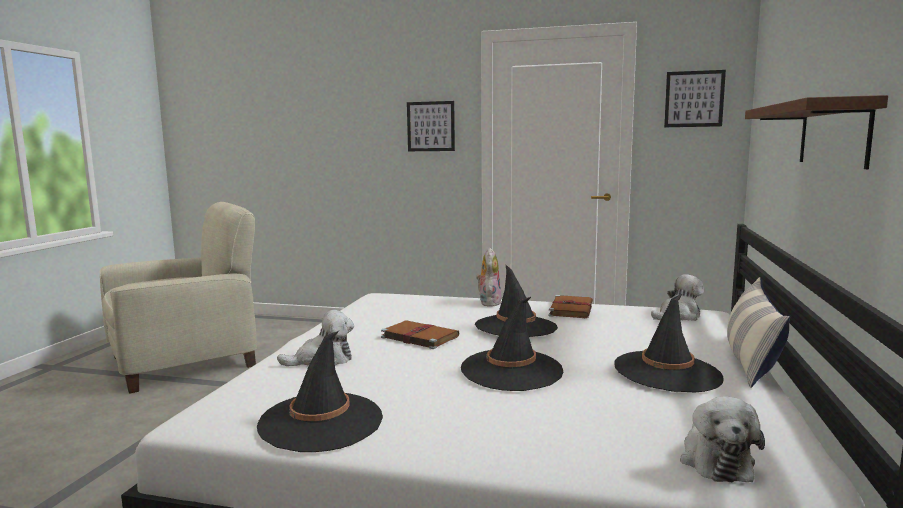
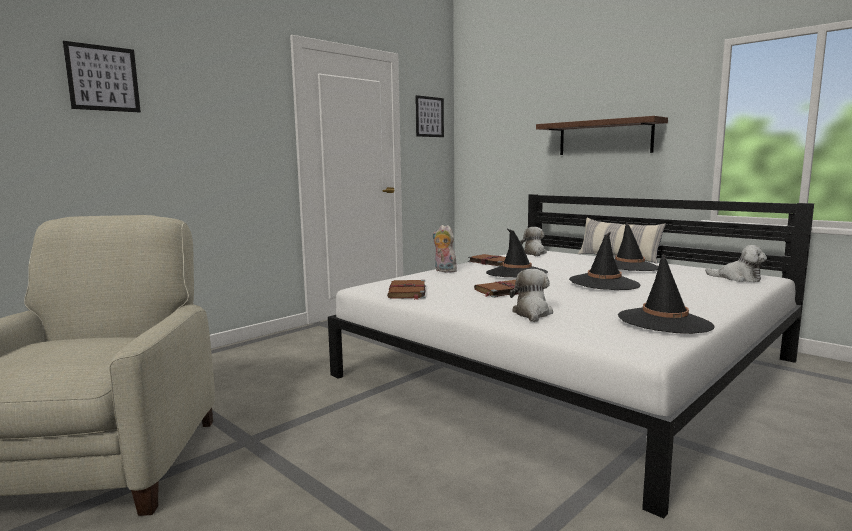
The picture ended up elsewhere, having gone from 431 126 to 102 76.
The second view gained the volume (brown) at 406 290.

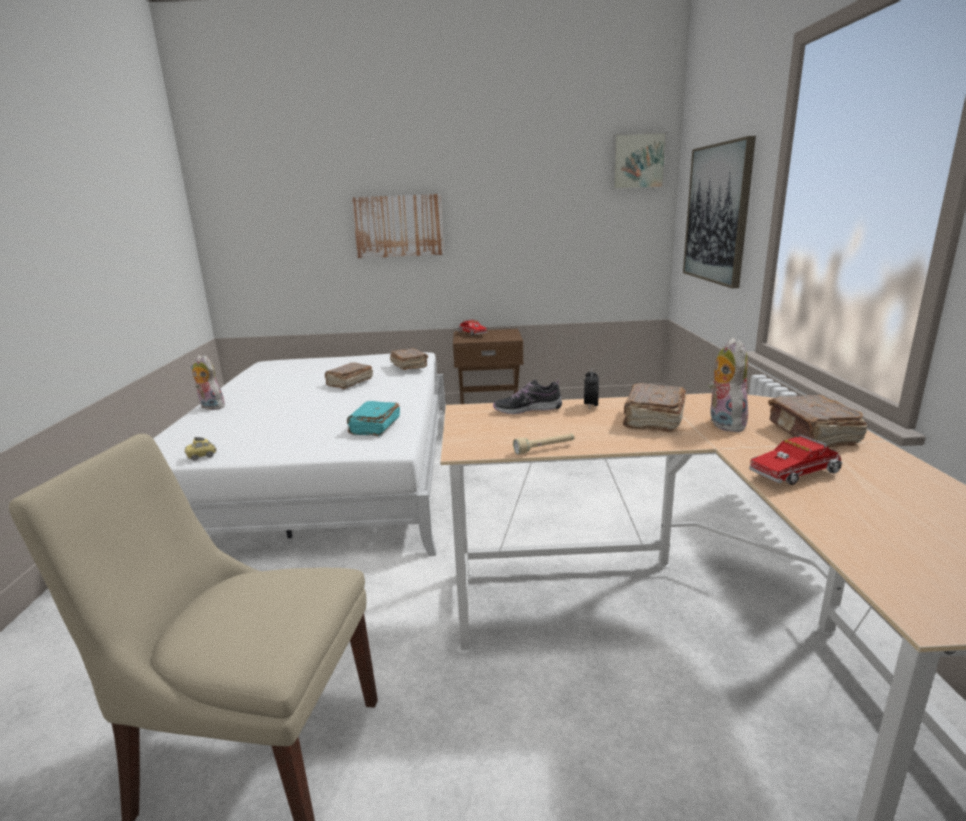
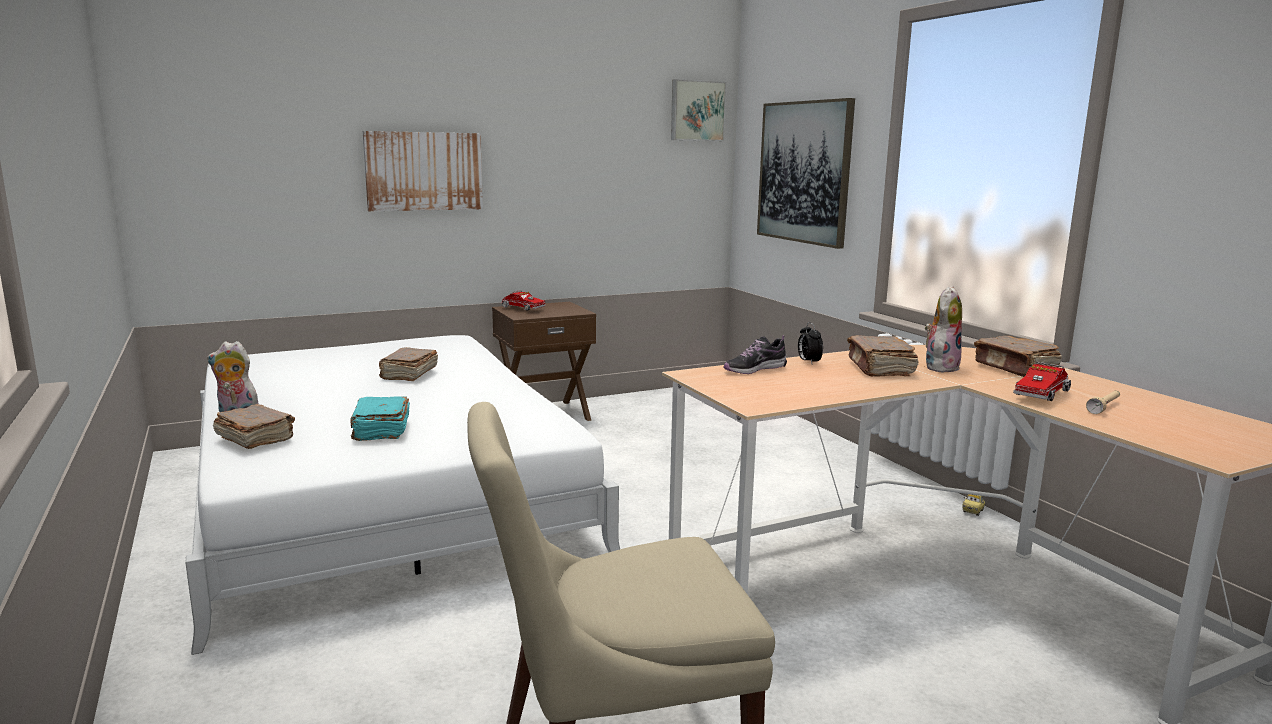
The plush toy at 728 385 ended up facing another way, 60 degrees clockwise from before.
The volume (brown) ended up elsewhere, having gone from 409 359 to 254 426.
The volume (turquoise-coloured) ended up elsewhere, having gone from 373 418 to 380 418.
The torch (sand-coloured) ended up elsewhere, having gone from 544 444 to 1103 402.
The model car ended up elsewhere, having gone from 200 449 to 973 505.

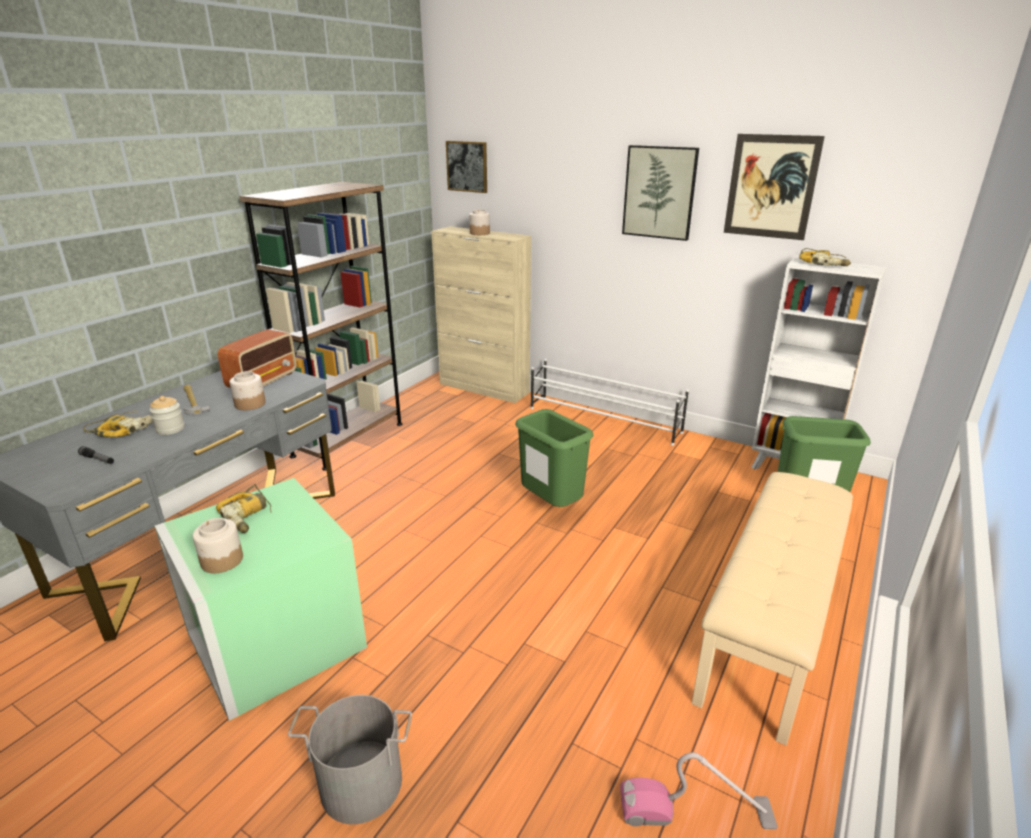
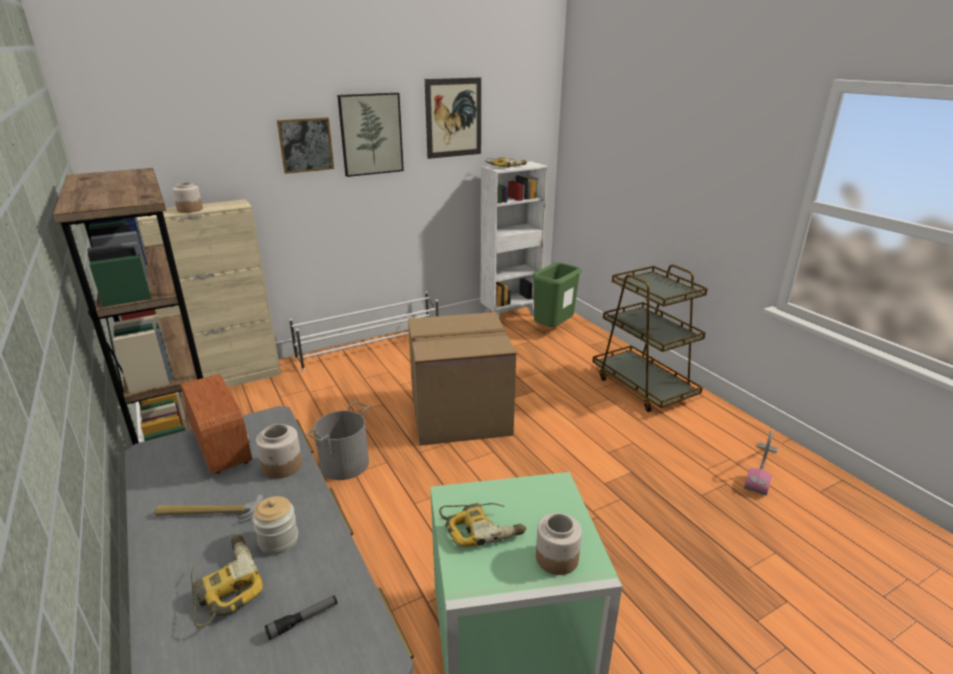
The picture ended up elsewhere, having gone from 466 167 to 305 145.
Where the waste bin (greenish) stood at 554 458, the packing box came to stand at 462 379.
Where the indoor bench (sand-coloured) stood at 772 609, the trolley (brown) came to stand at 650 338.
The bucket (greyish) ended up elsewhere, having gone from 350 759 to 337 440.

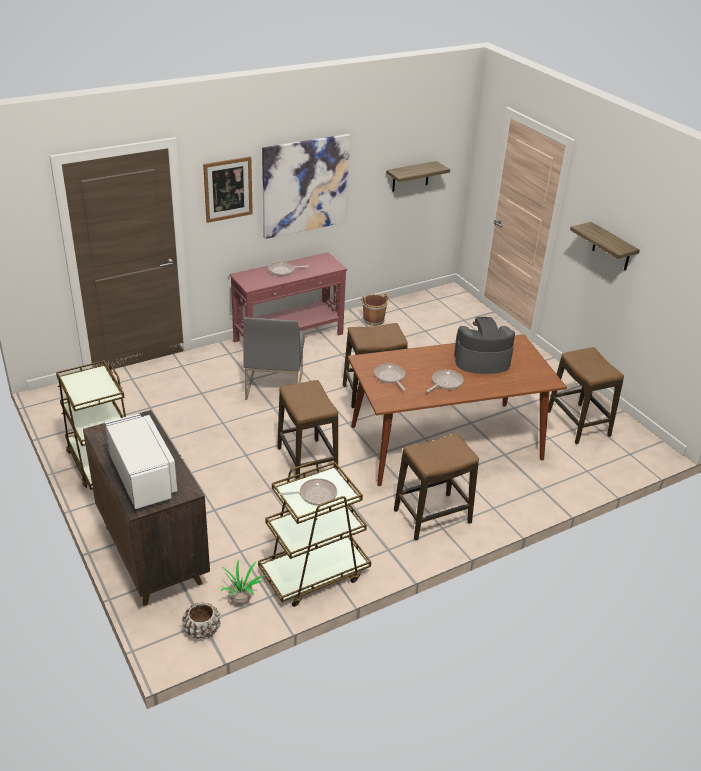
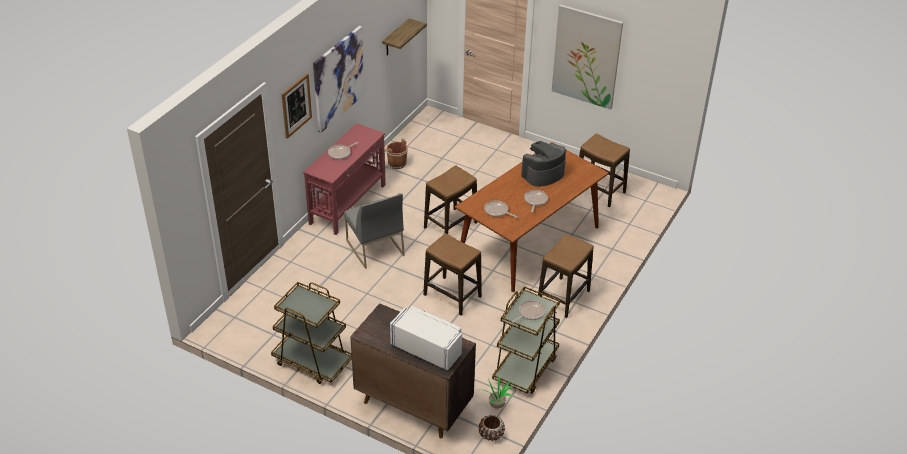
Where the wall shelf hung at 605 246, the picture came to hang at 587 57.

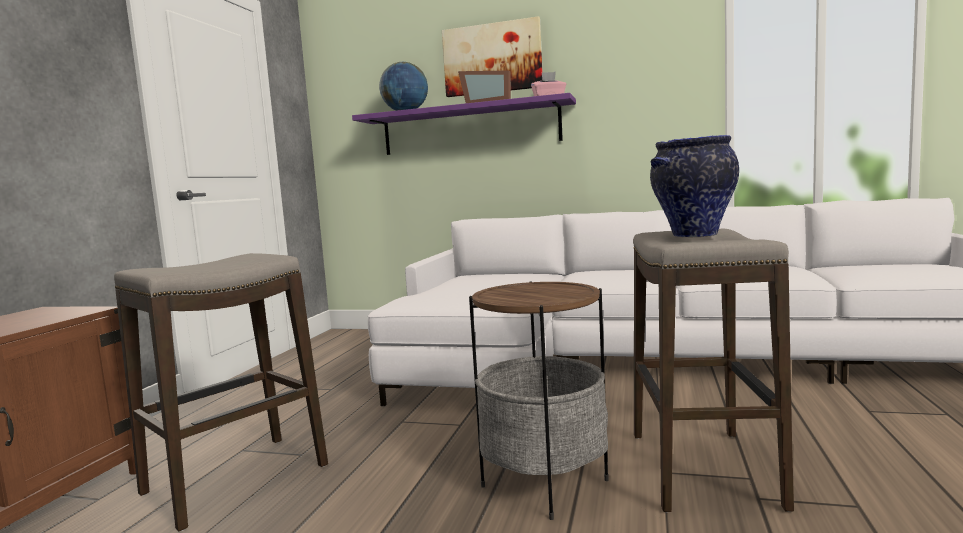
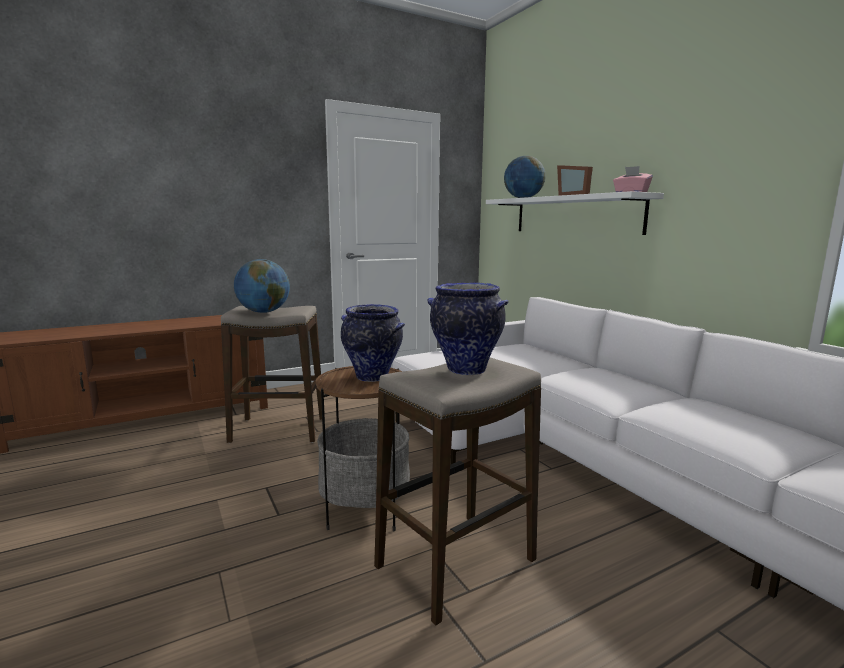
The second view lost the picture at 492 56.
What was the wall shelf (purple) at 464 124 turned into the wall shelf (white) at 575 213.
The second view gained the world globe at 262 286.
The second view gained the decorative vase at 373 343.

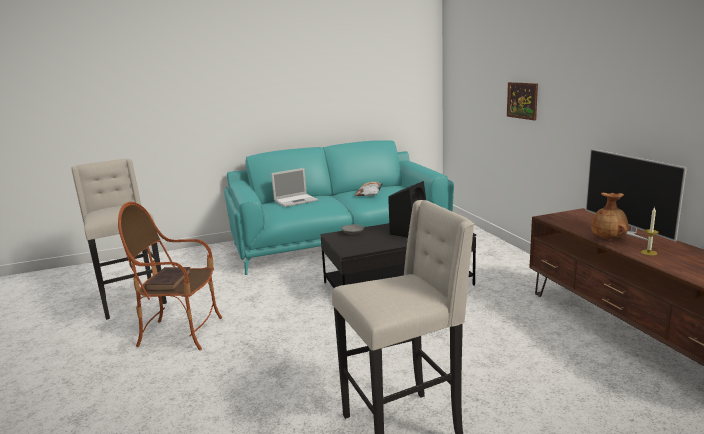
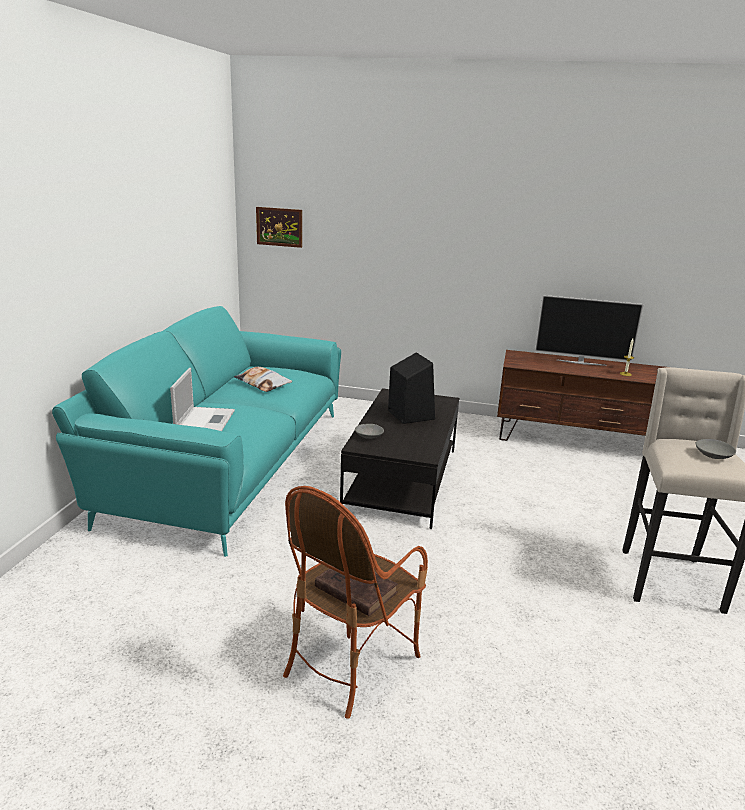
The picture ended up elsewhere, having gone from 522 101 to 279 227.
The second view lost the sitting stool (sand-coloured) at 119 239.
The second view lost the decorative vase (brown) at 609 216.
The second view gained the bowl (greyish) at 716 449.

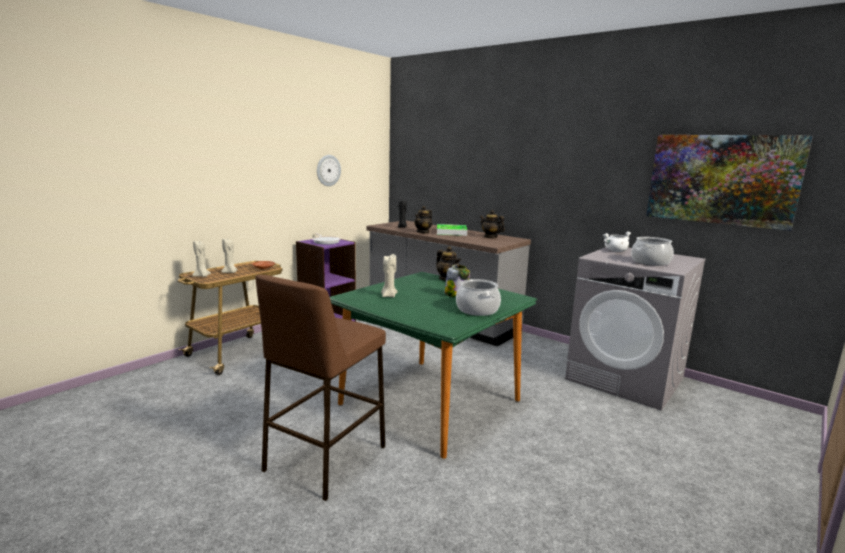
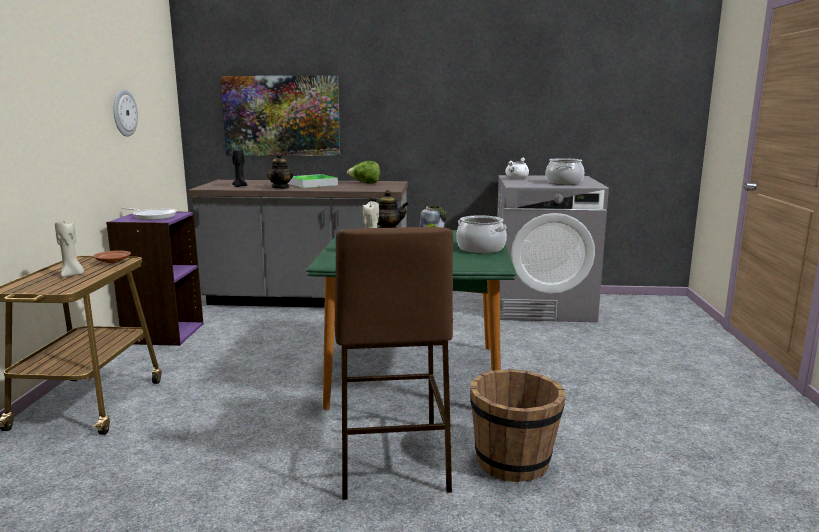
The picture ended up elsewhere, having gone from 729 183 to 280 116.
Where the pot for tea stood at 492 224, the lettuce head came to stand at 363 172.
The second view lost the wax candle (sand-coloured) at 201 259.
The second view gained the bucket (brown) at 518 425.

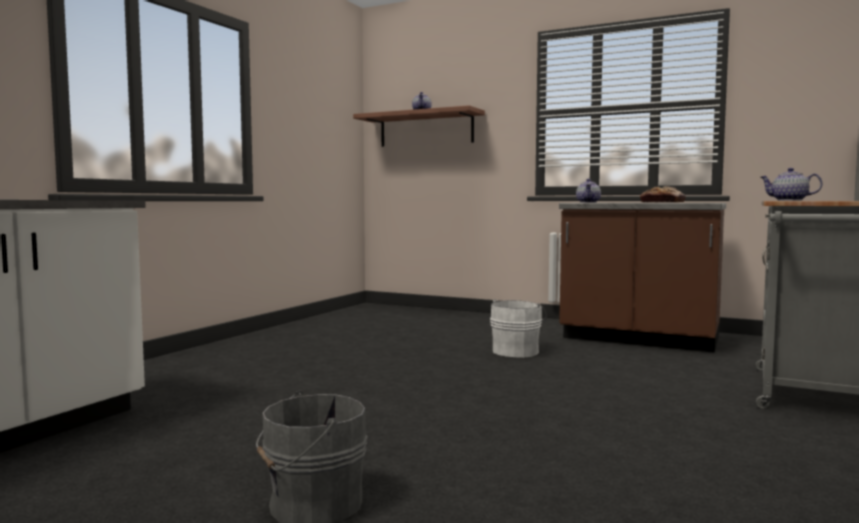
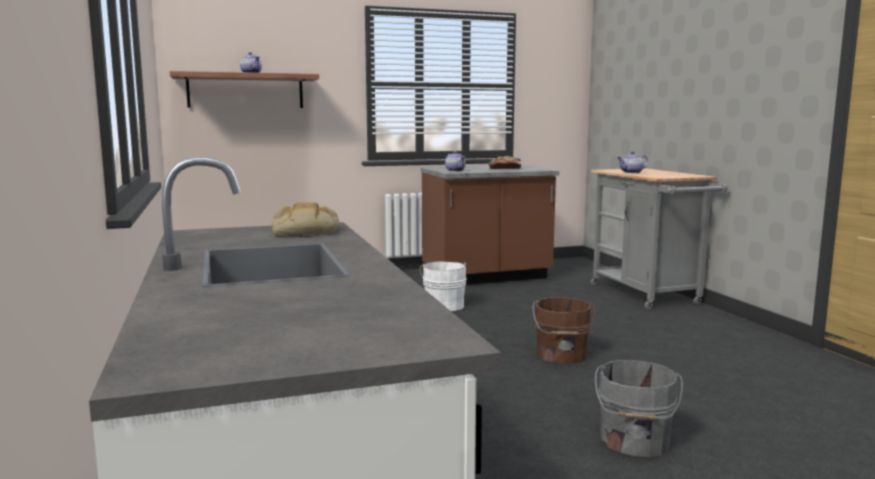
The second view gained the bakery bread at 305 218.
The second view gained the bucket (brown) at 564 330.

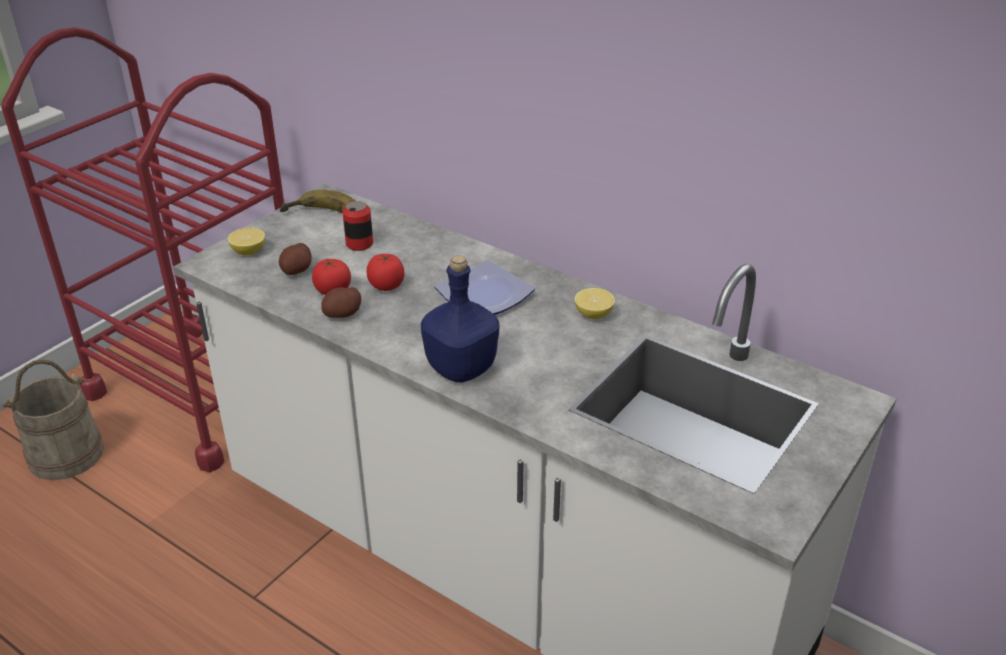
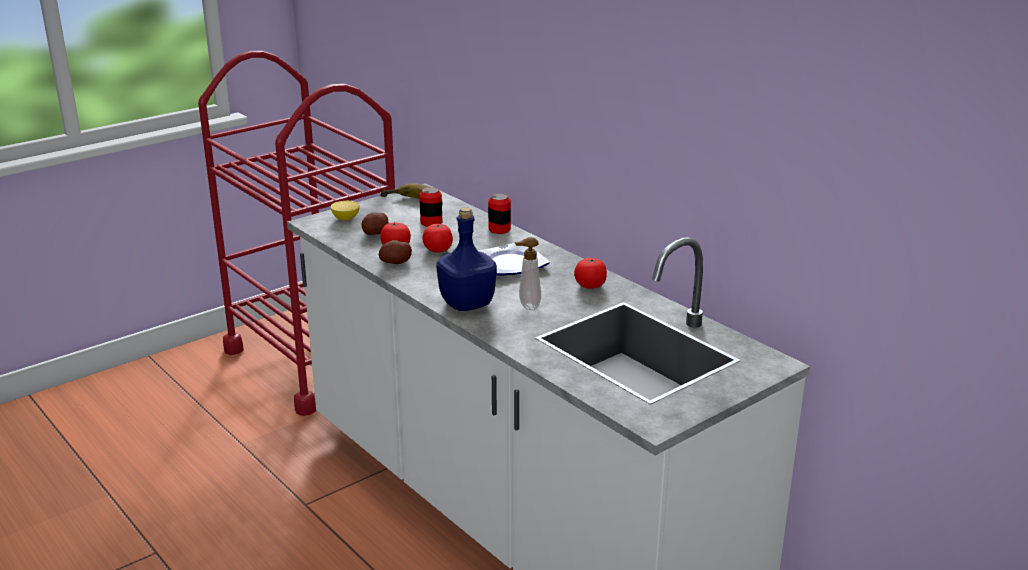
Where the citrus fruit stood at 595 303, the fresh tomato came to stand at 590 273.
The second view lost the bucket (sand-coloured) at 53 420.
The second view gained the sealed can at 499 214.
The second view gained the soap dispenser at 527 274.

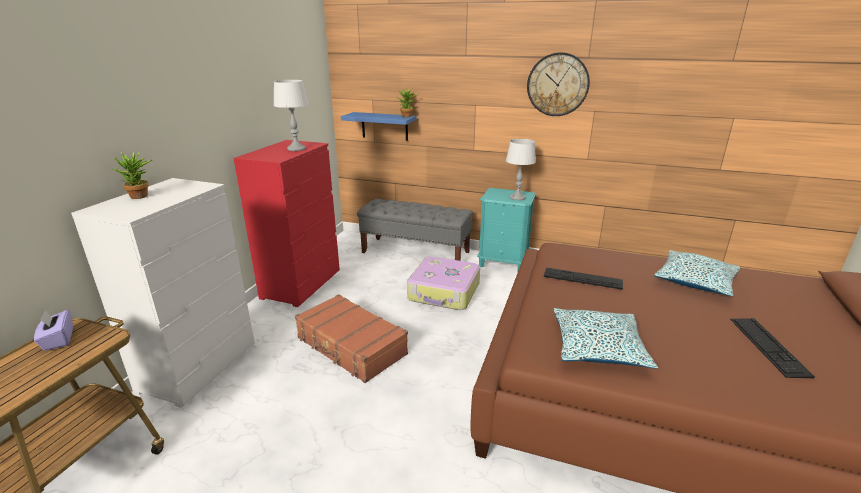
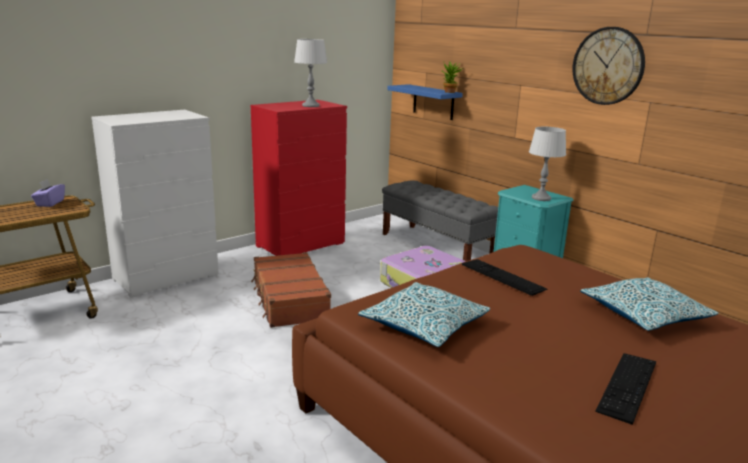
The second view lost the potted plant at 132 175.

